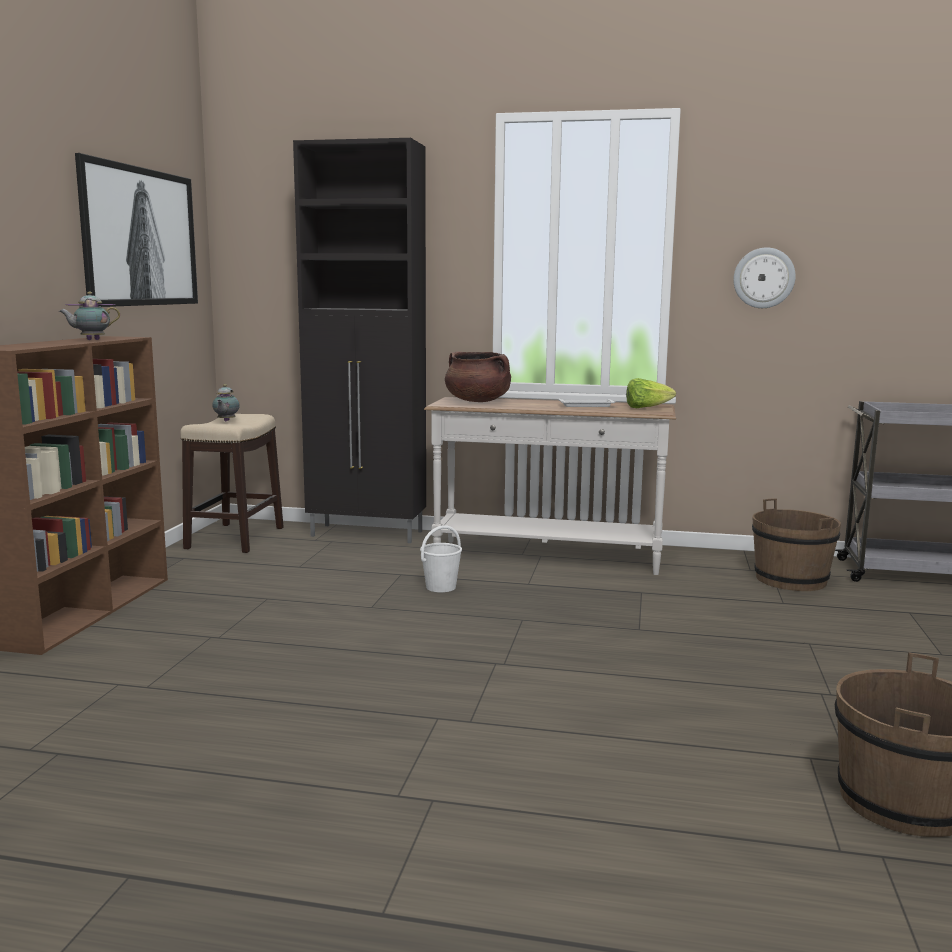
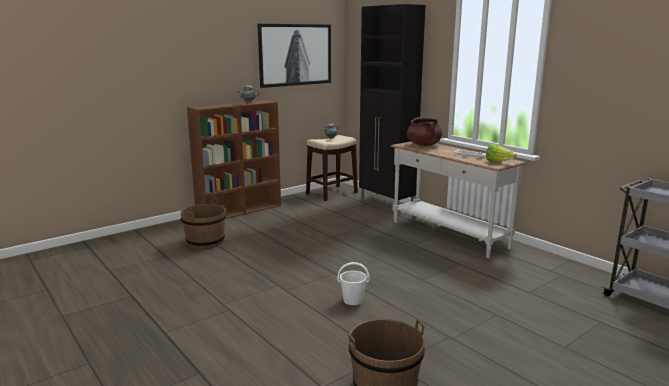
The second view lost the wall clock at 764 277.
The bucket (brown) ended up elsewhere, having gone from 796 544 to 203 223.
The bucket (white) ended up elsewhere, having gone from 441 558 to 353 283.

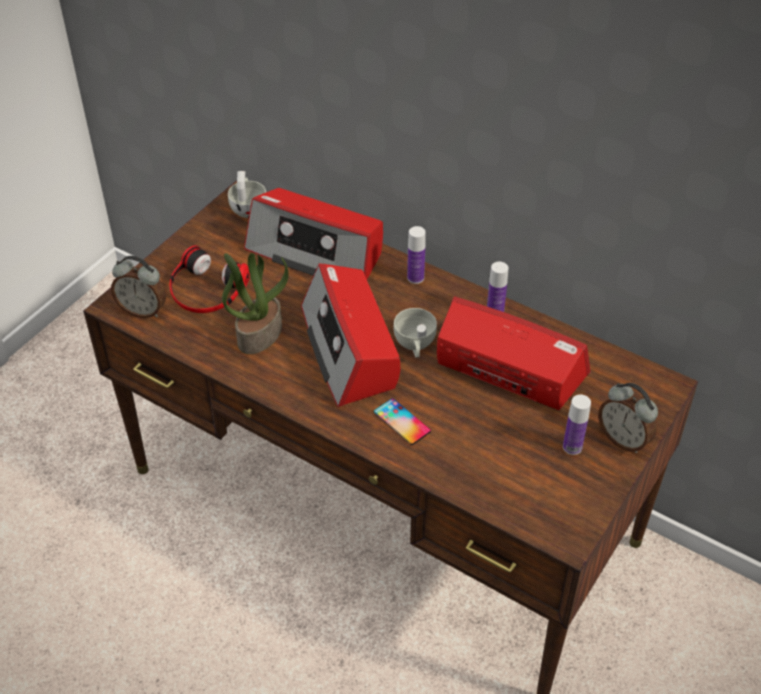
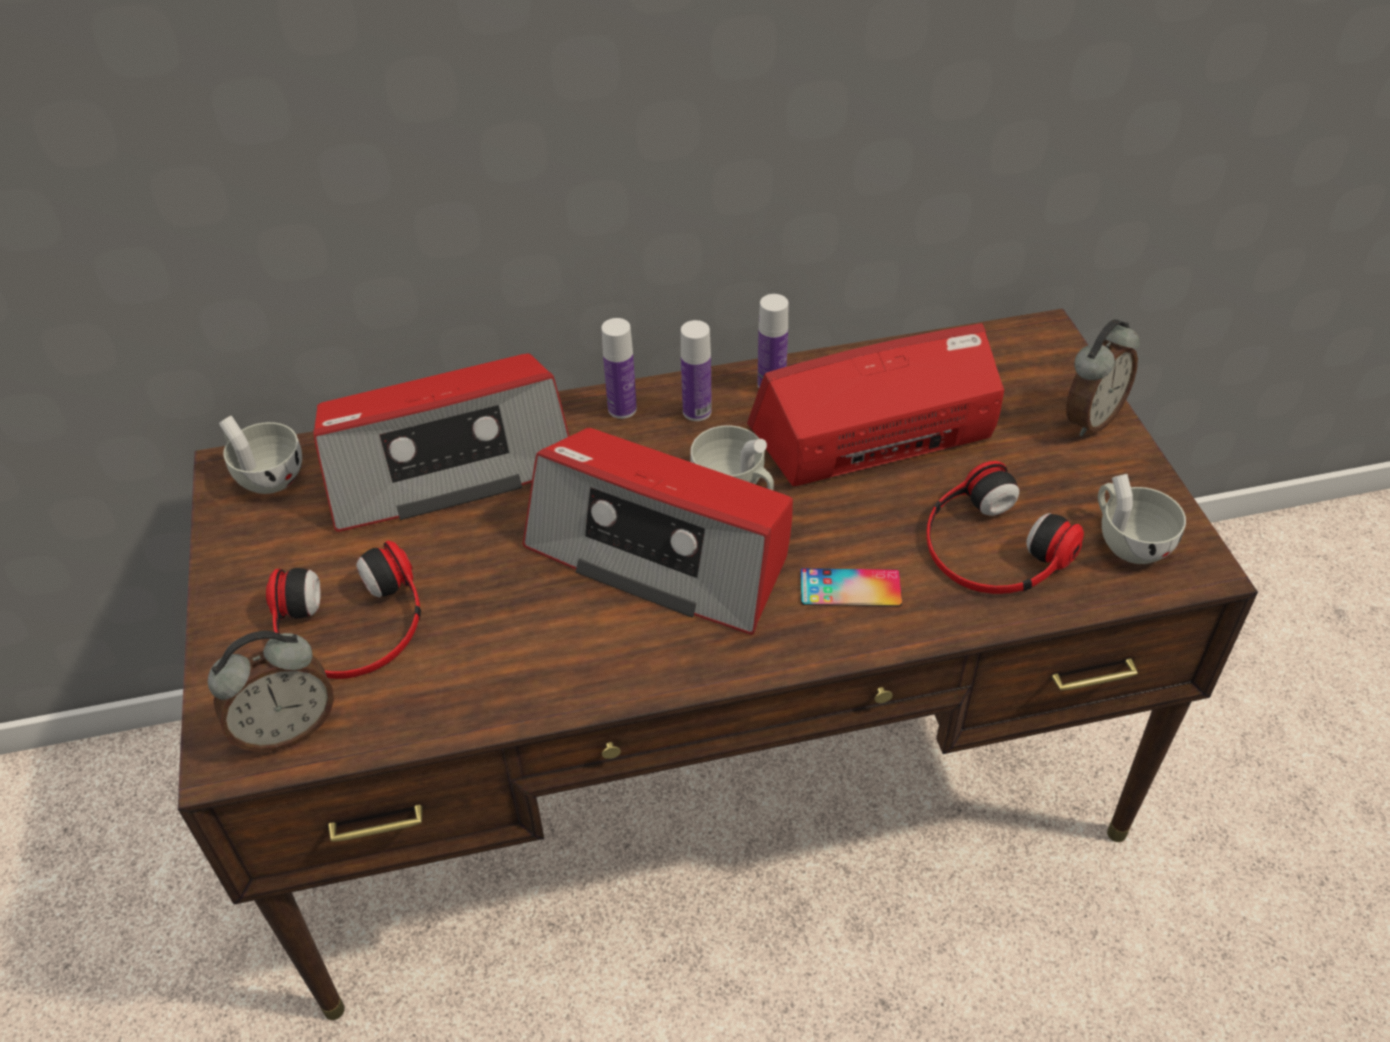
The second view lost the potted plant at 255 303.
The bedside clock at 628 418 ended up facing another way, 45 degrees counterclockwise from before.
The drink bottle ended up elsewhere, having gone from 577 424 to 696 370.
The second view gained the headphones at 1005 527.
The second view gained the small cup (white) at 1142 519.

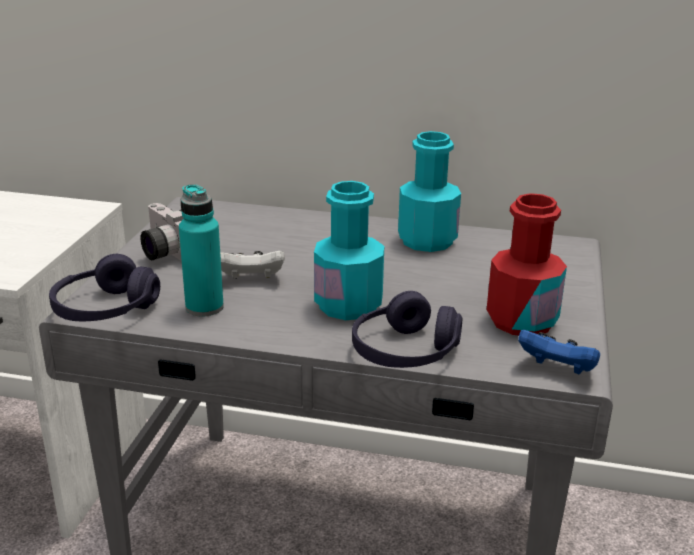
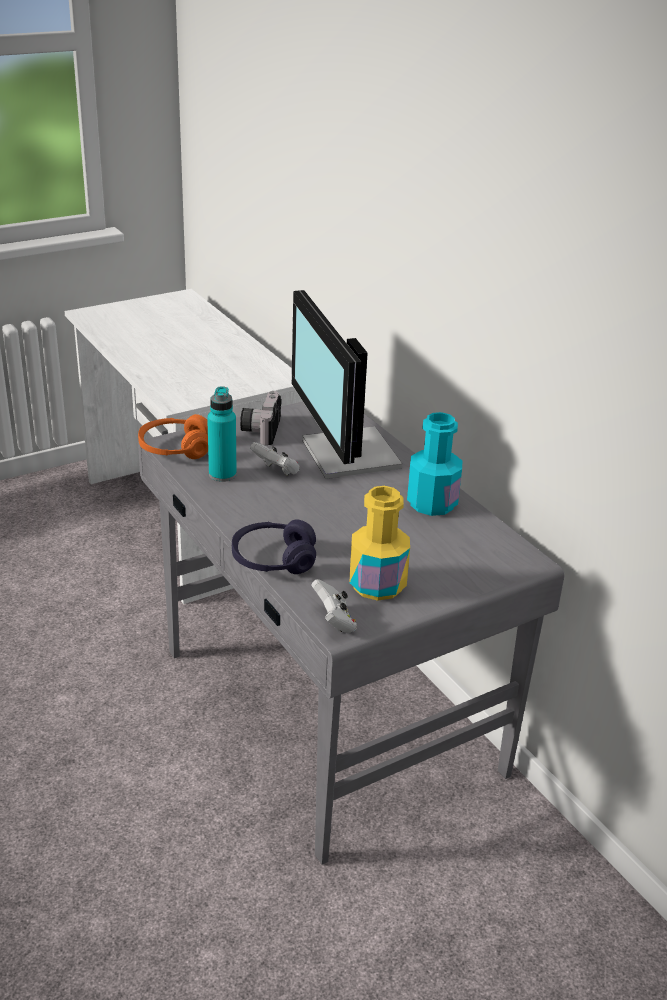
The second view lost the drink bottle (turquoise-coloured) at 349 250.
What was the drink bottle (reddish) at 527 264 turned into the drink bottle (yellow) at 380 543.
What was the headphones (purple) at 104 287 turned into the headphones (orange-coloured) at 173 436.
What was the gamepad (blue) at 559 352 turned into the gamepad (white) at 334 606.
The second view gained the computer display at 347 384.

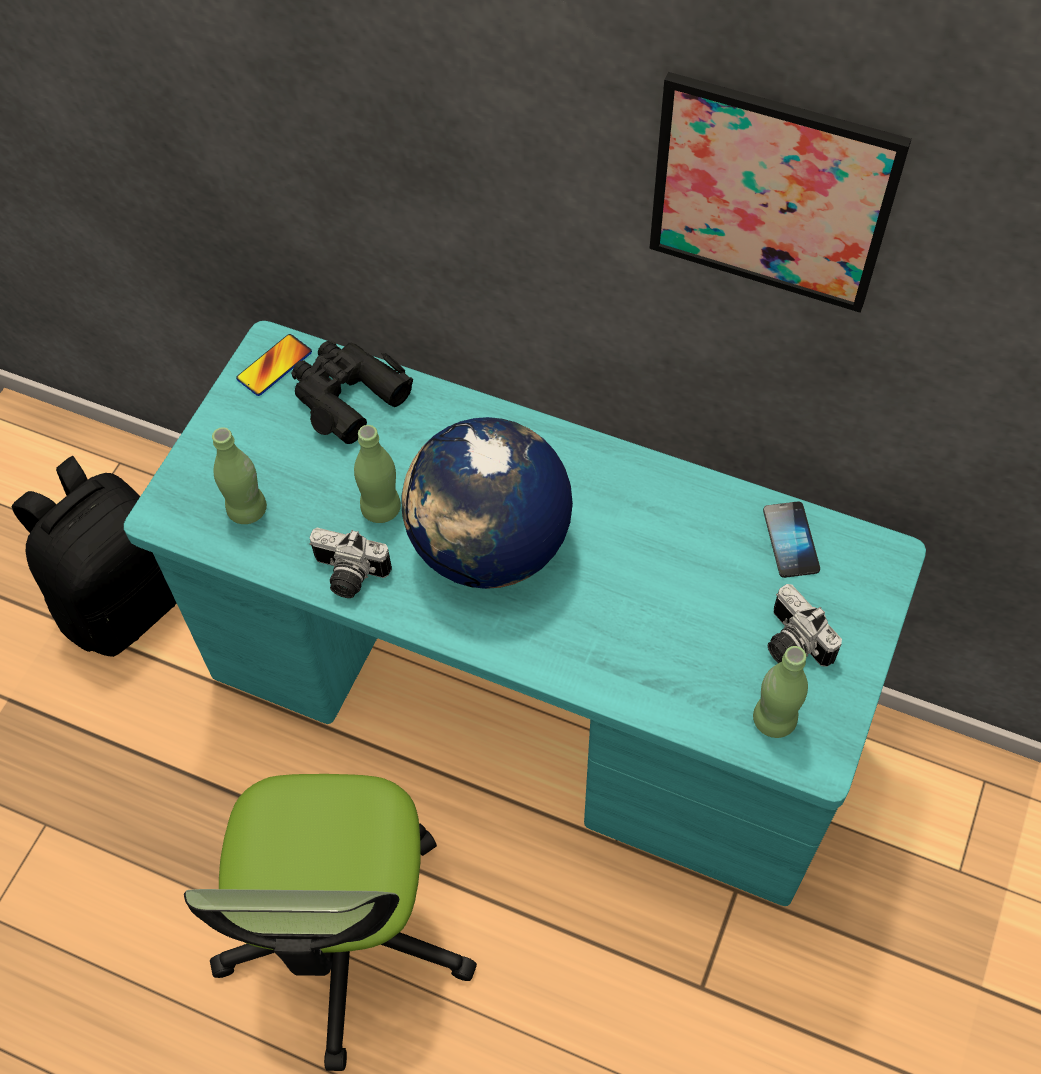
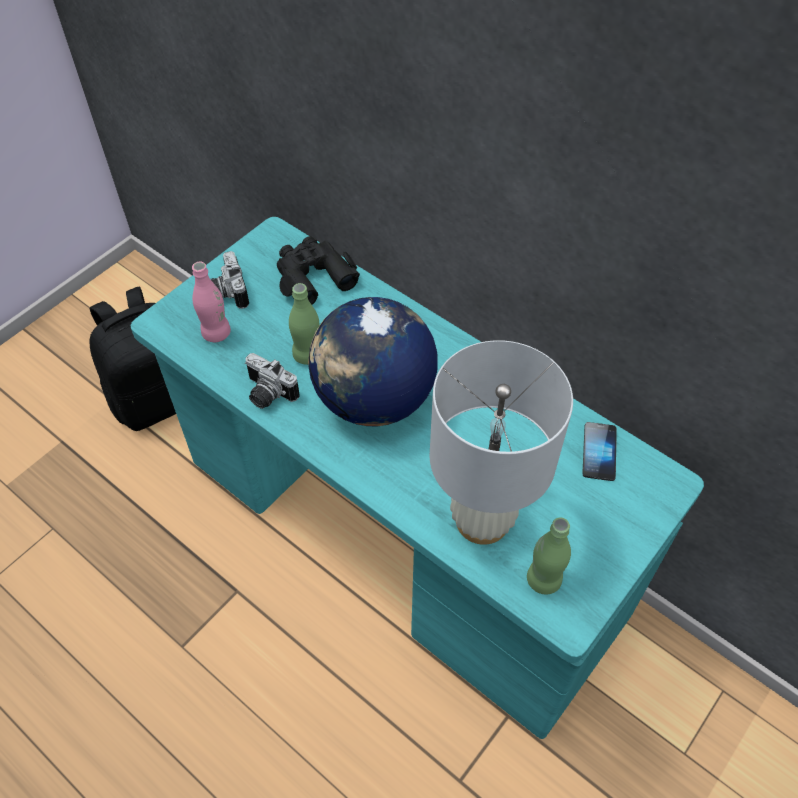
The second view lost the picture at 780 192.
The second view lost the phone at 274 365.
What was the drink bottle (greenish) at 239 475 turned into the drink bottle (pink-coloured) at 211 302.
The photo camera ended up elsewhere, having gone from 805 625 to 230 280.
The second view lost the office chair at 330 922.
The second view gained the tabletop lamp (white) at 501 442.

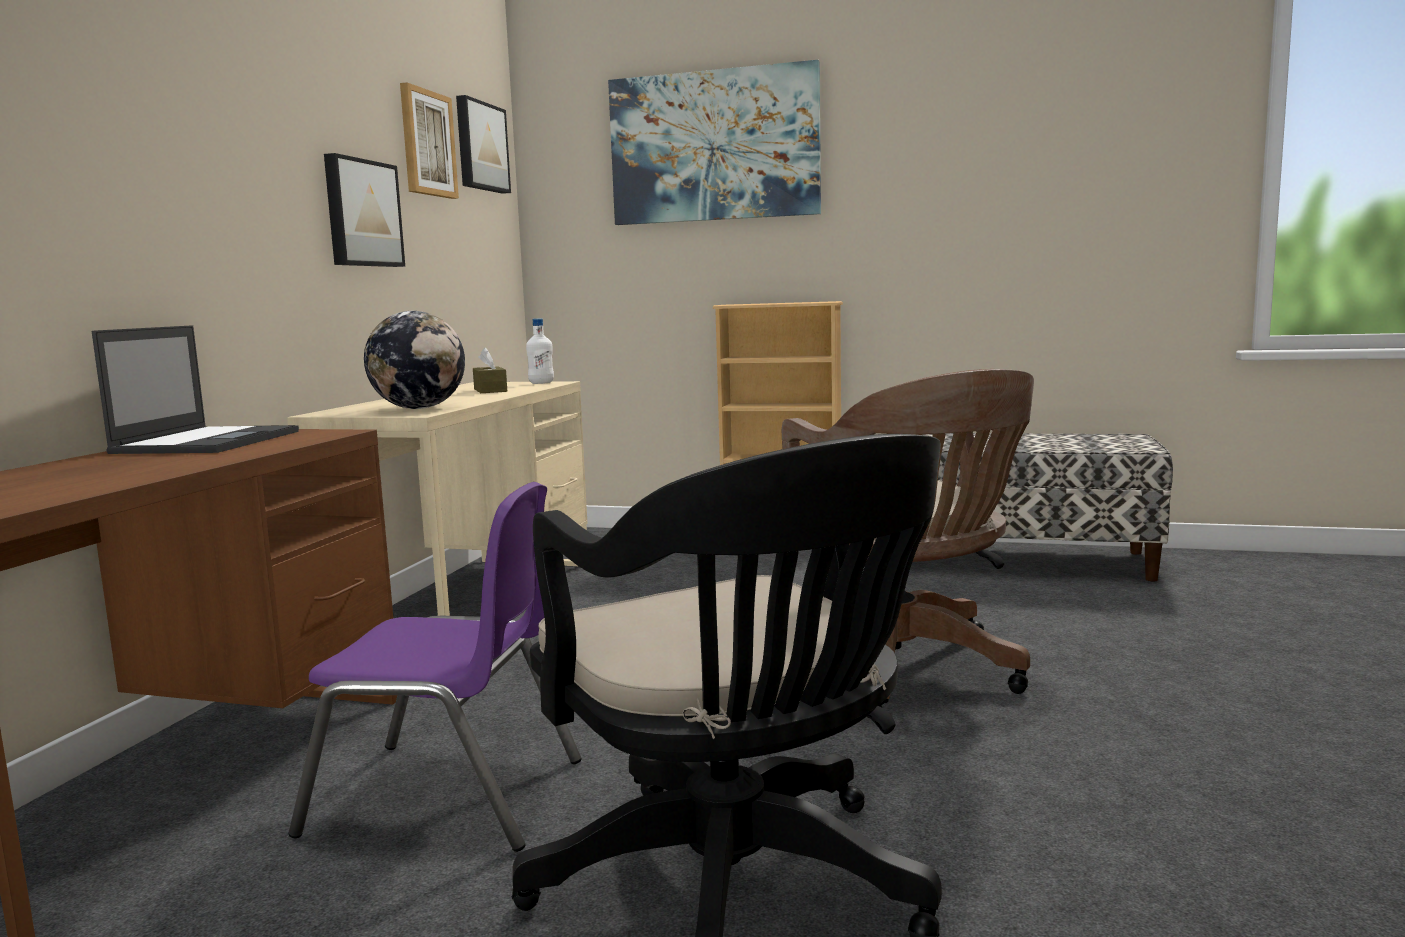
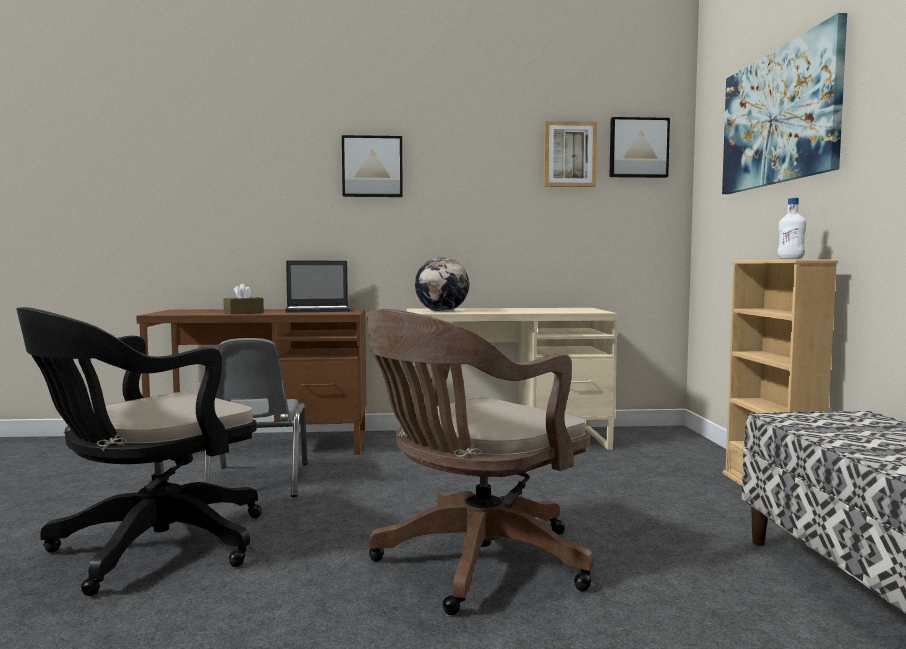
The picture ended up elsewhere, having gone from 364 210 to 372 166.
The drink bottle (white) ended up elsewhere, having gone from 540 351 to 792 228.
The tissue holder (brown) ended up elsewhere, having gone from 490 370 to 243 298.
What was the plain chair (purple) at 435 667 turned into the plain chair (greyish) at 255 417.

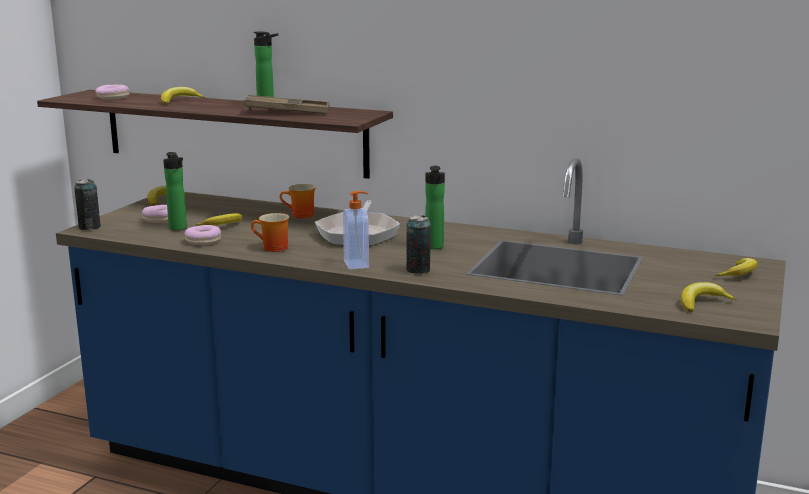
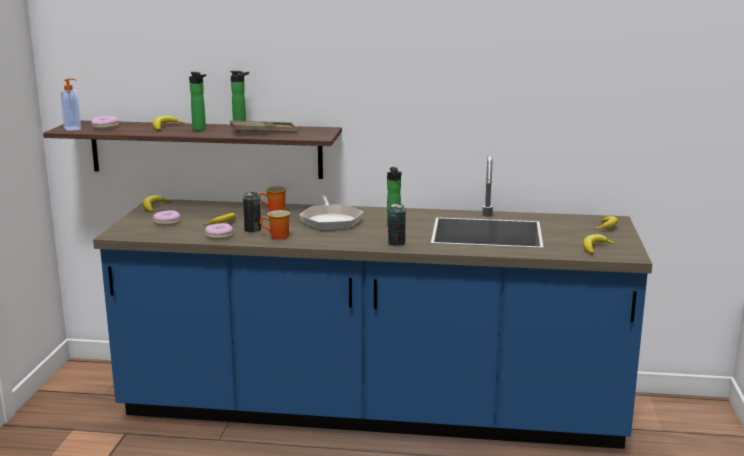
The drink bottle ended up elsewhere, having gone from 175 191 to 197 101.
The sealed can ended up elsewhere, having gone from 87 204 to 252 212.
The soap dispenser ended up elsewhere, having gone from 356 230 to 71 104.

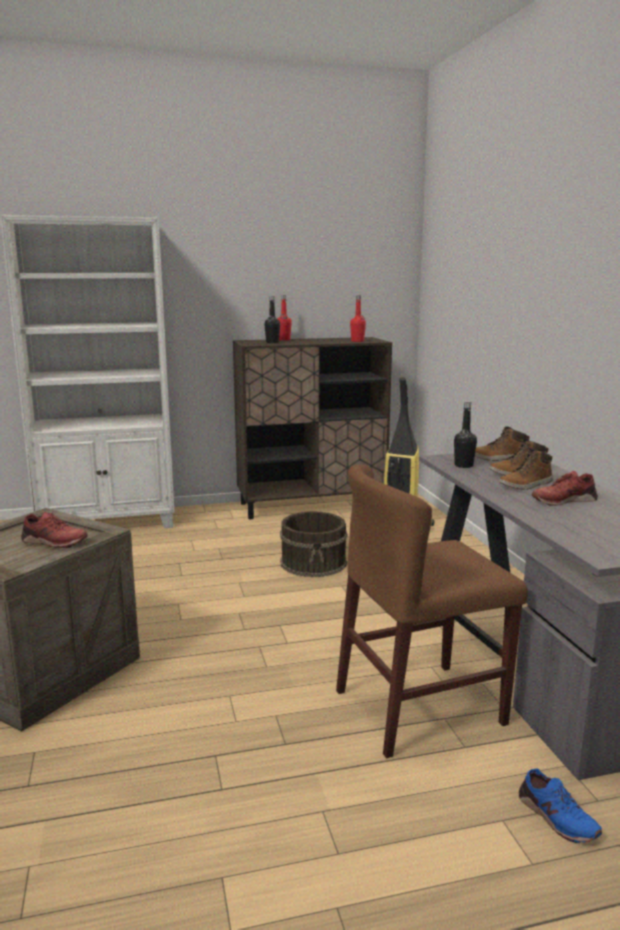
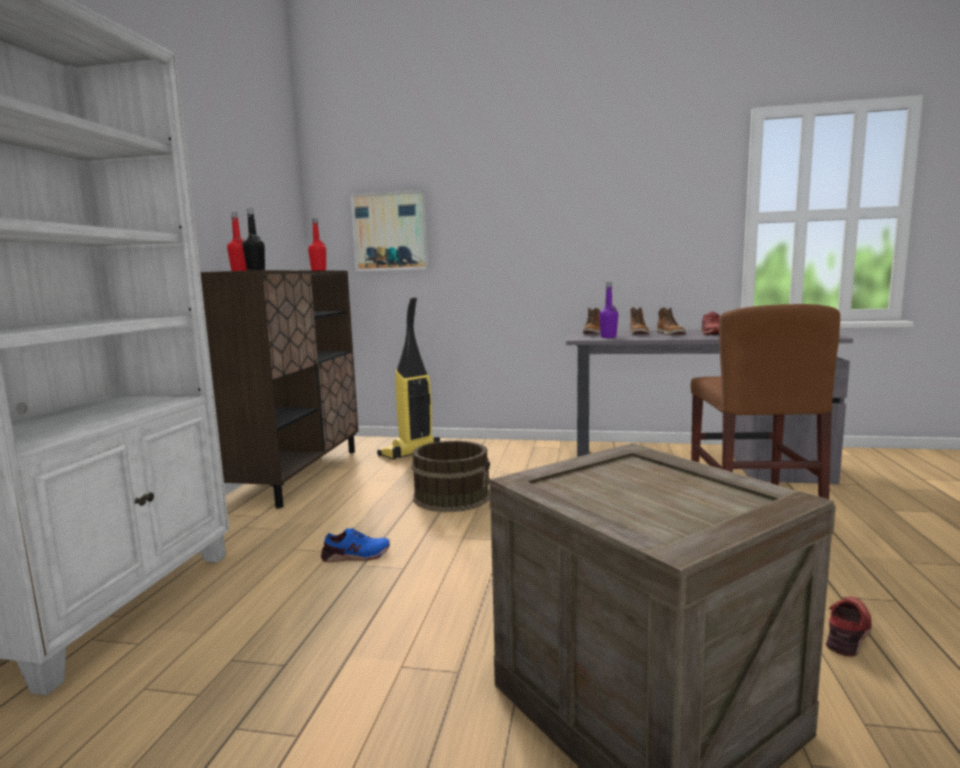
What was the drink bottle (blackish) at 465 434 turned into the drink bottle (purple) at 608 310.
The low shoe (reddish) ended up elsewhere, having gone from 54 530 to 849 627.
The low shoe (blue) ended up elsewhere, having gone from 560 805 to 355 545.
The second view gained the picture at 389 231.

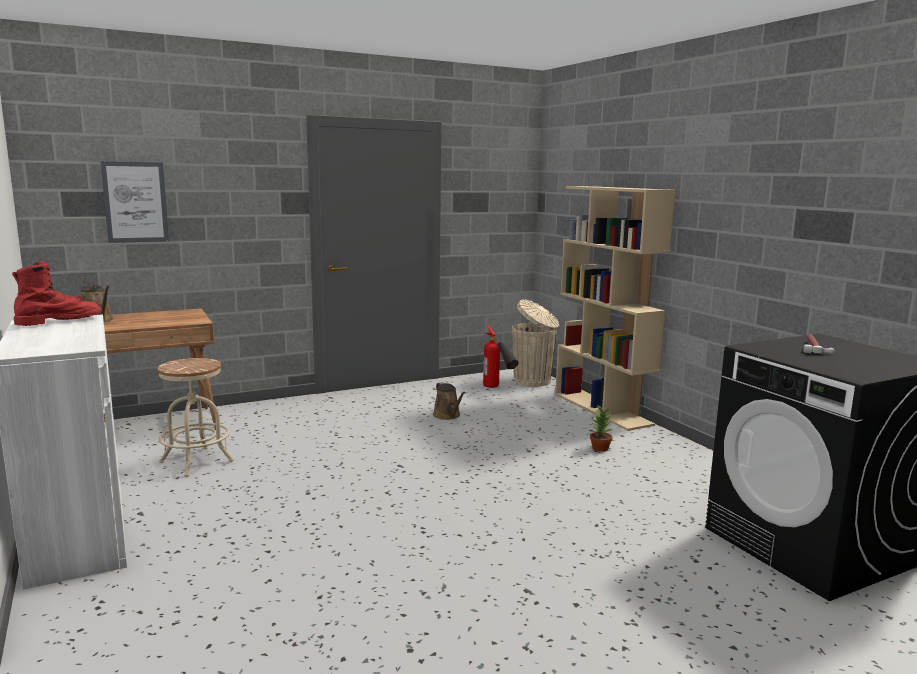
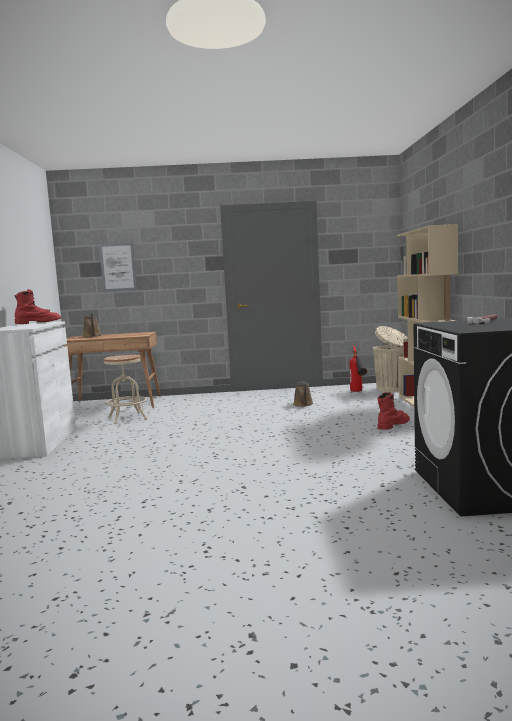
Where the potted plant stood at 601 429, the high-top boot (reddish) came to stand at 394 411.

